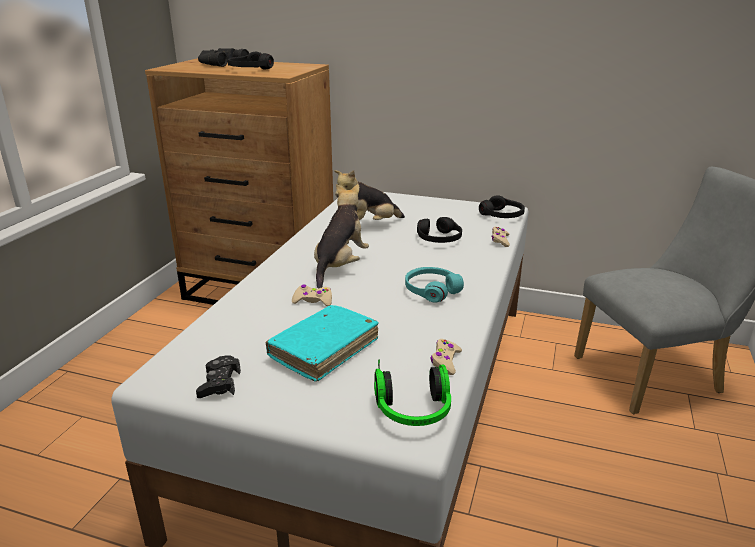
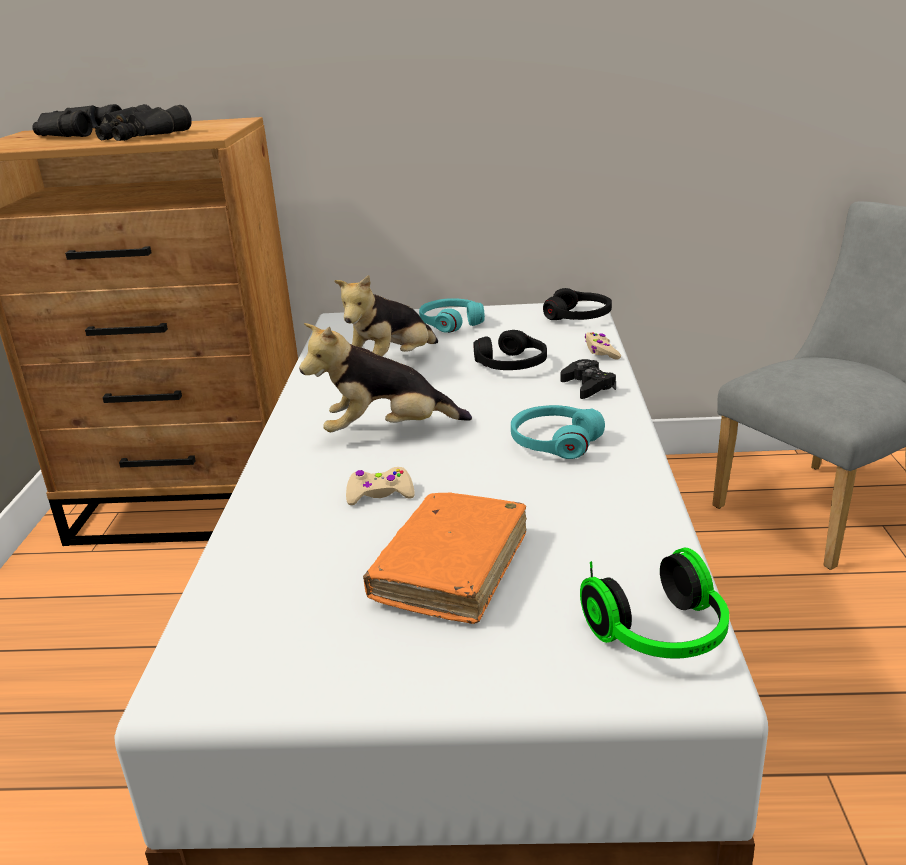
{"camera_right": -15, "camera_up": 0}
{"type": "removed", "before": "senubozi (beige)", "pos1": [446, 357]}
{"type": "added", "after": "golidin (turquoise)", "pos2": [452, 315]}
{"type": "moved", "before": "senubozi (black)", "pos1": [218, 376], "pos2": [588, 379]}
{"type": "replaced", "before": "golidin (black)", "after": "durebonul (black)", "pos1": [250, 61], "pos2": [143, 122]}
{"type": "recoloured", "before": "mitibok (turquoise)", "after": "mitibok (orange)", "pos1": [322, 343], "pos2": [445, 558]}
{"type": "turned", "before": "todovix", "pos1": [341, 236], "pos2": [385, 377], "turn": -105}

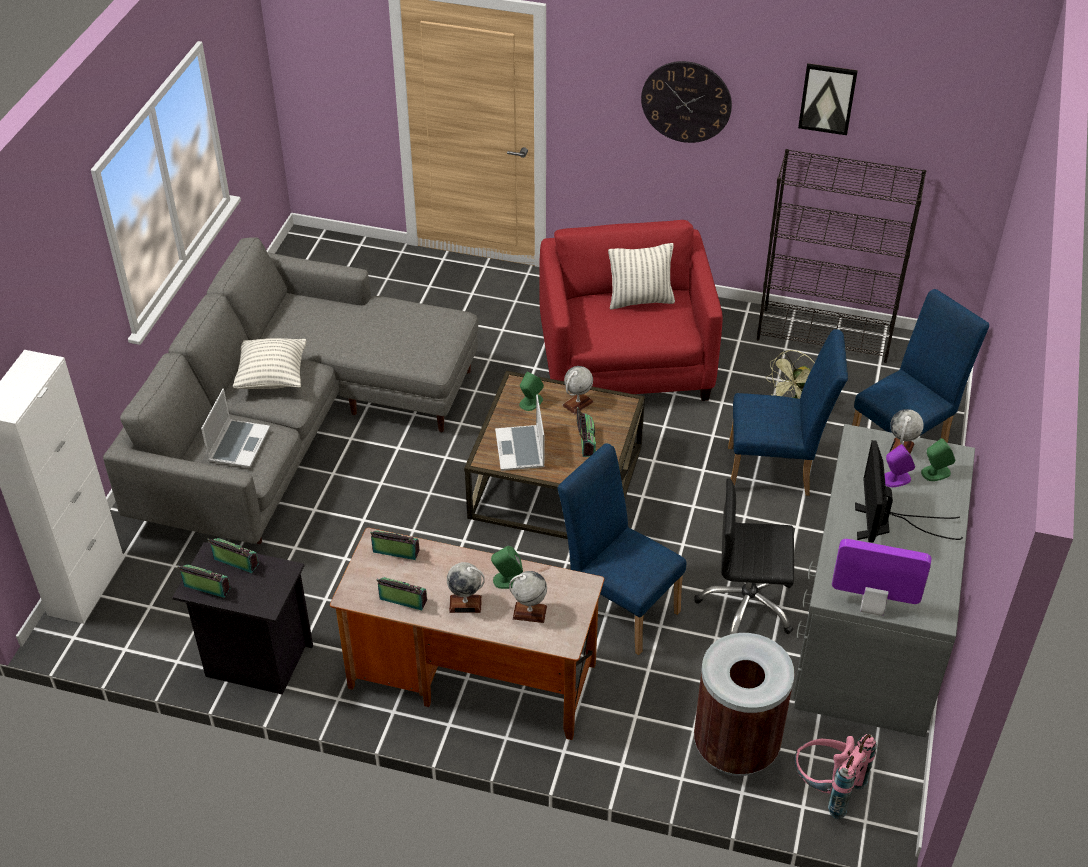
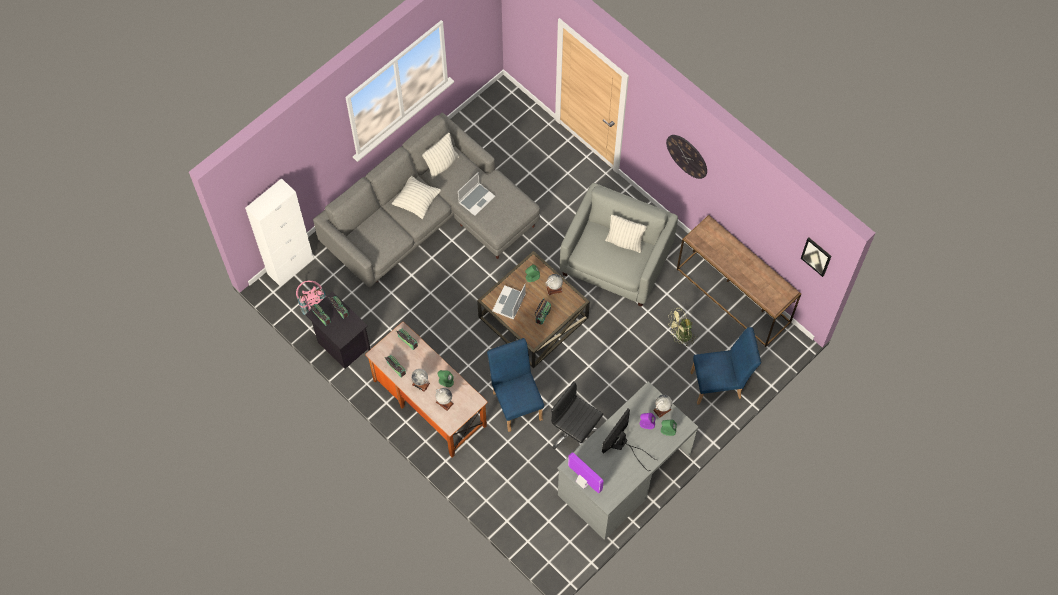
{"camera_right": 30, "camera_up": 20}
{"type": "removed", "before": "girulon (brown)", "pos1": [744, 704]}
{"type": "removed", "before": "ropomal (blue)", "pos1": [788, 412]}
{"type": "added", "after": "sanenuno", "pos2": [440, 156]}
{"type": "moved", "before": "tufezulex", "pos1": [235, 428], "pos2": [476, 194]}
{"type": "moved", "before": "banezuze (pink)", "pos1": [835, 776], "pos2": [311, 297]}
{"type": "moved", "before": "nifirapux", "pos1": [828, 99], "pos2": [816, 257]}
{"type": "replaced", "before": "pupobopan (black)", "after": "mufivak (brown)", "pos1": [841, 256], "pos2": [739, 281]}
{"type": "recoloured", "before": "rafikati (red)", "after": "rafikati (grey)", "pos1": [631, 310], "pos2": [619, 245]}

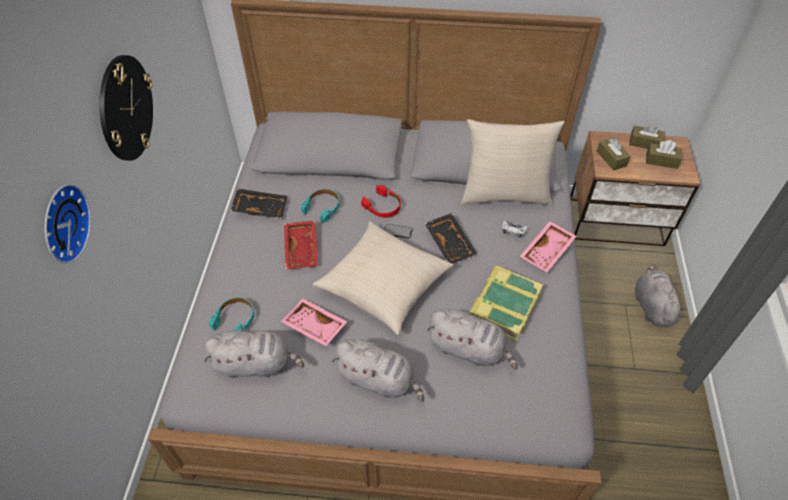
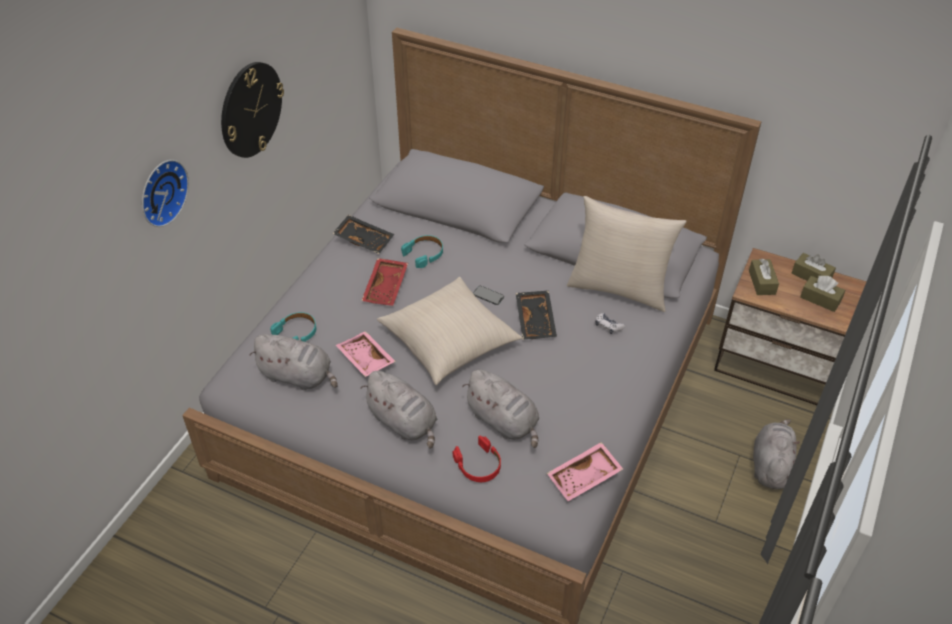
{"camera_right": 20, "camera_up": -5}
{"type": "removed", "before": "mitibok", "pos1": [505, 303]}
{"type": "moved", "before": "golidin (red)", "pos1": [381, 201], "pos2": [477, 459]}
{"type": "moved", "before": "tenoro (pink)", "pos1": [548, 246], "pos2": [585, 471]}

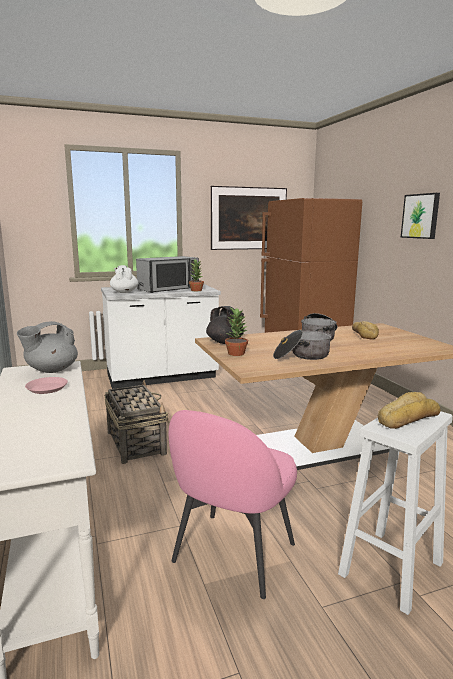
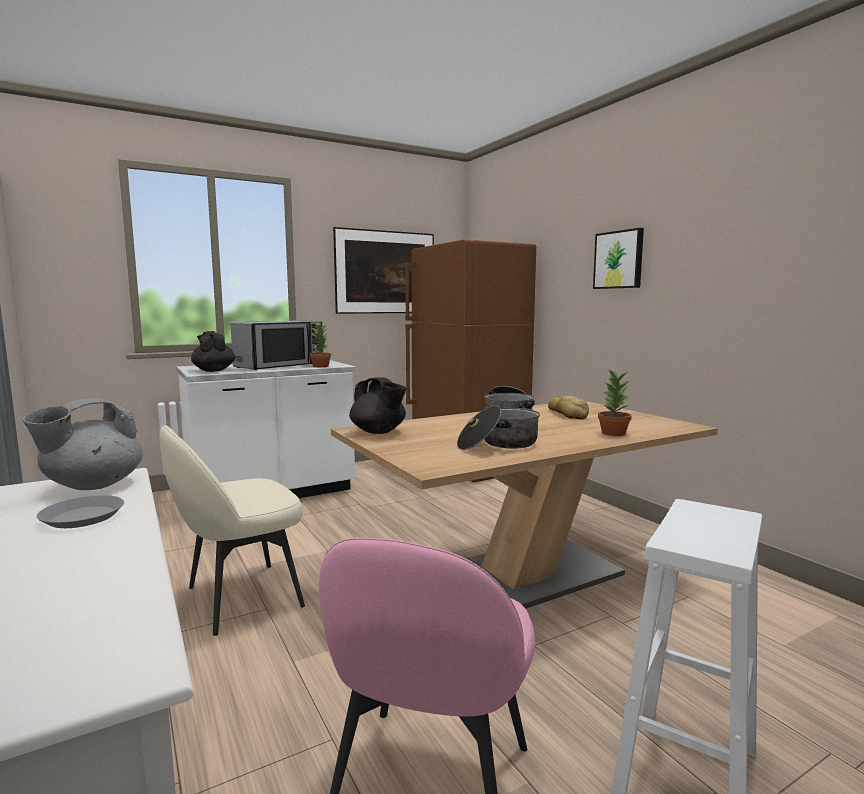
{"camera_right": -10, "camera_up": -5}
{"type": "removed", "before": "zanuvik", "pos1": [409, 410]}
{"type": "moved", "before": "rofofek", "pos1": [236, 332], "pos2": [615, 402]}
{"type": "replaced", "before": "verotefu", "after": "ropomal (beige)", "pos1": [136, 422], "pos2": [232, 530]}
{"type": "recoloured", "before": "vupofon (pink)", "after": "vupofon (grey)", "pos1": [46, 385], "pos2": [80, 511]}
{"type": "recoloured", "before": "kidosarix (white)", "after": "kidosarix (black)", "pos1": [124, 279], "pos2": [213, 351]}

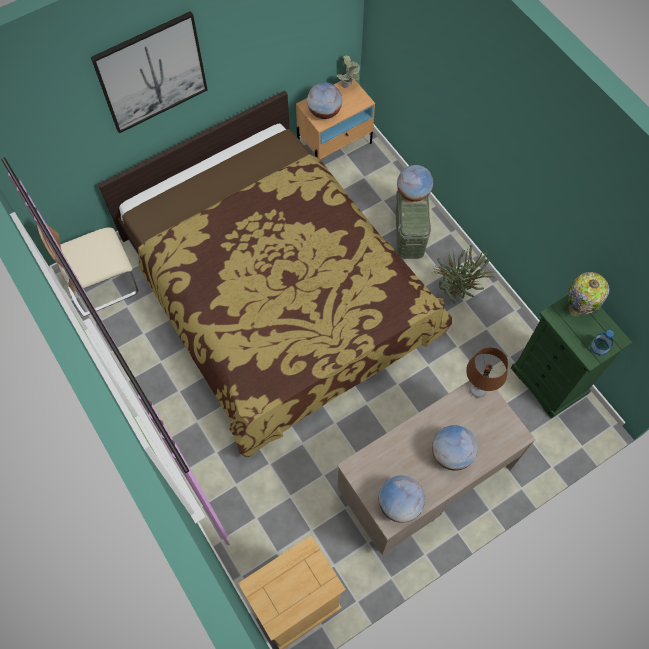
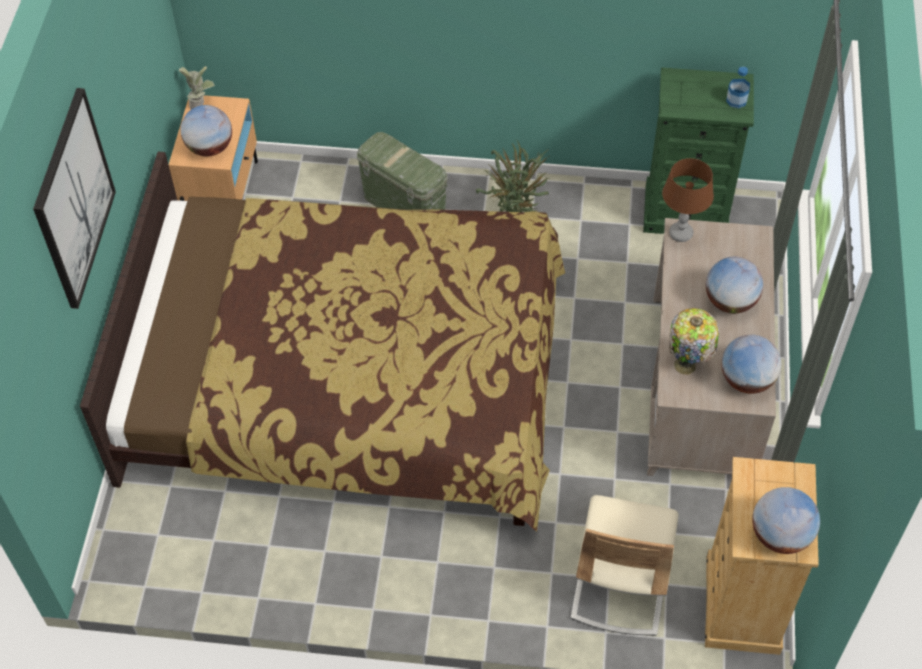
{"camera_right": -50, "camera_up": -10}
{"type": "moved", "before": "ropomal (beige)", "pos1": [87, 270], "pos2": [625, 565]}
{"type": "moved", "before": "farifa", "pos1": [415, 183], "pos2": [786, 520]}
{"type": "moved", "before": "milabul", "pos1": [588, 294], "pos2": [694, 341]}

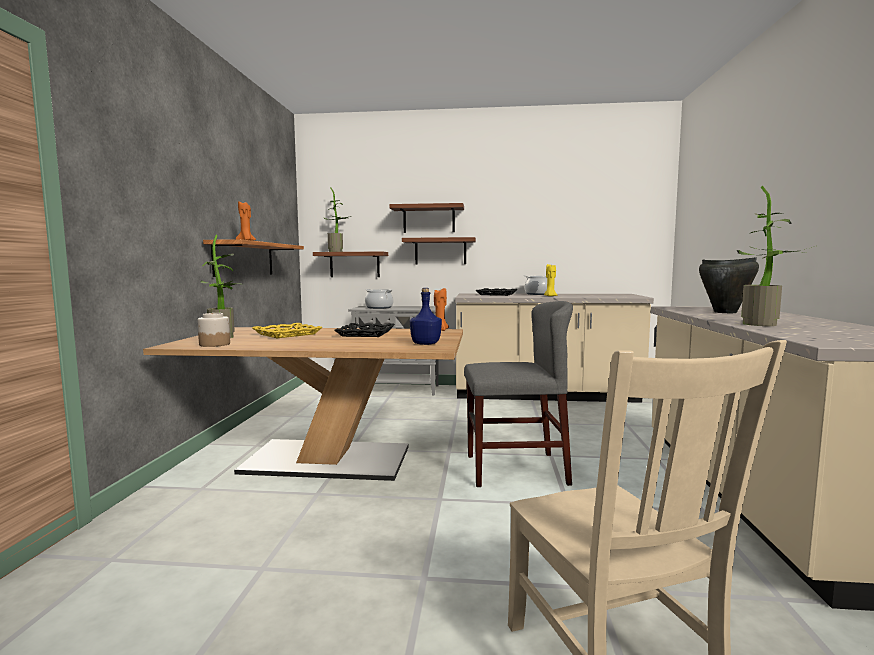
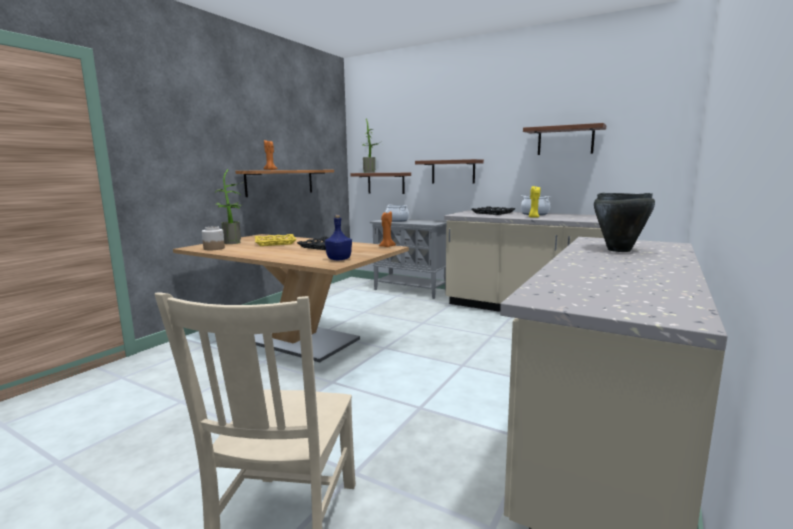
{"camera_right": 25, "camera_up": 5}
{"type": "removed", "before": "ropomal (grey)", "pos1": [518, 394]}
{"type": "removed", "before": "rofofek", "pos1": [776, 256]}
{"type": "moved", "before": "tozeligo", "pos1": [426, 218], "pos2": [564, 139]}

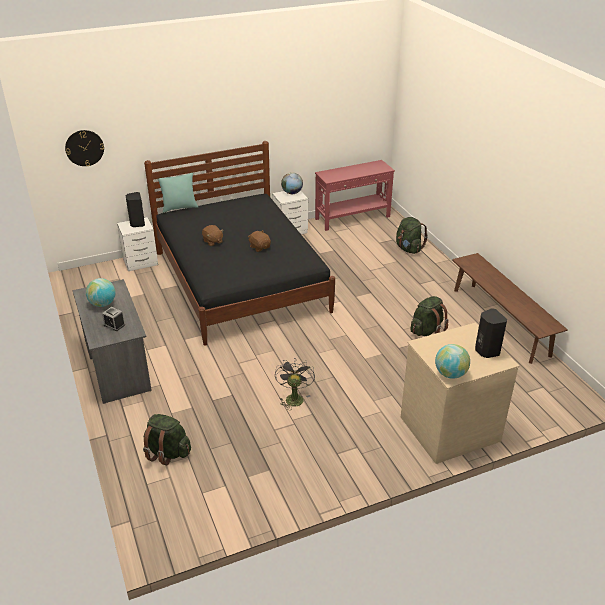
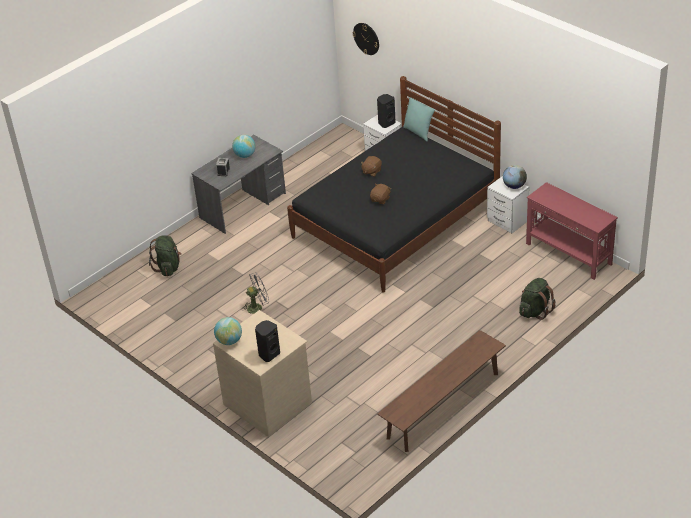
{"camera_right": 70, "camera_up": 5}
{"type": "removed", "before": "banezuze (green)", "pos1": [429, 316]}

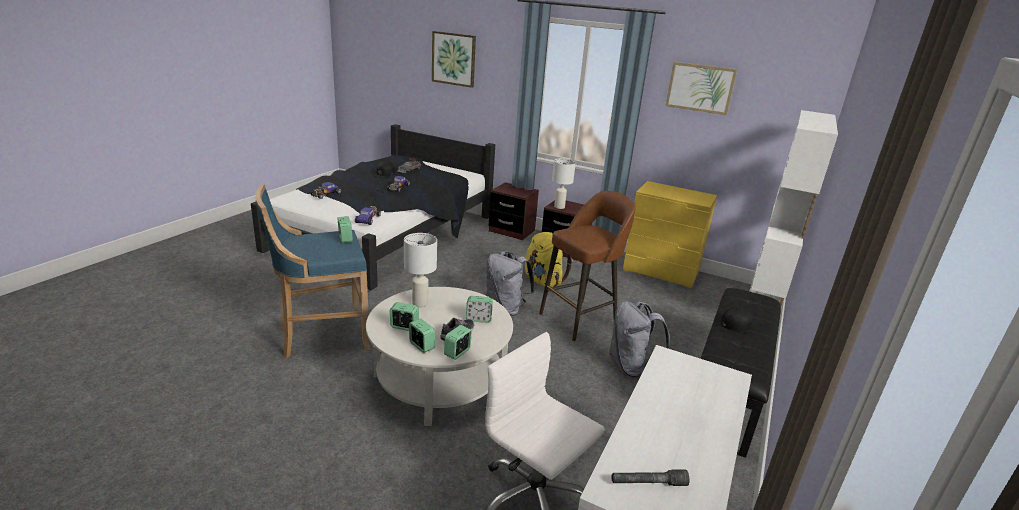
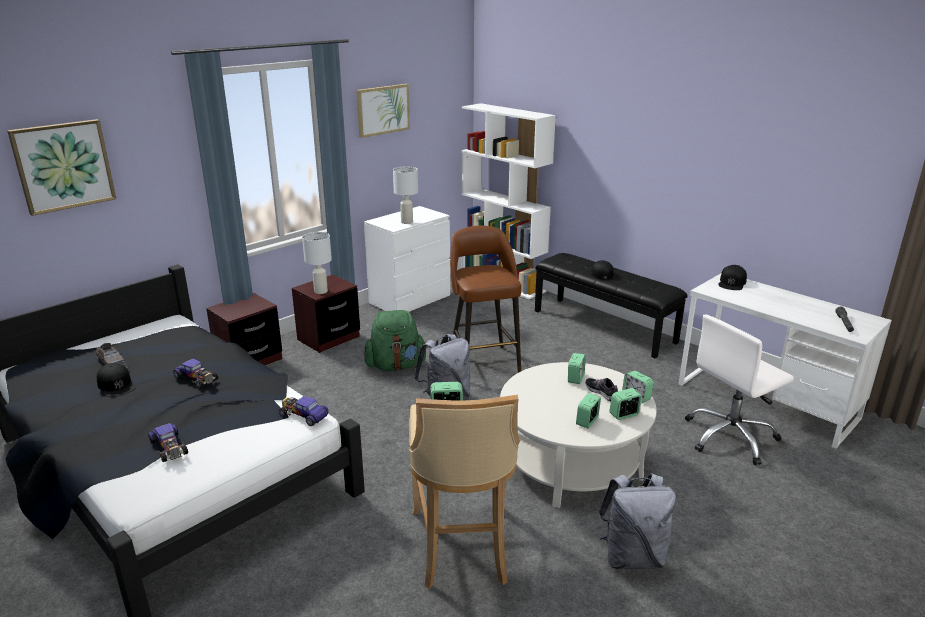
{"camera_right": -70, "camera_up": 0}
{"type": "added", "after": "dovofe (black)", "pos2": [732, 277]}
{"type": "moved", "before": "milabul (white)", "pos1": [420, 270], "pos2": [405, 195]}
{"type": "moved", "before": "banezuze (grey)", "pos1": [639, 339], "pos2": [637, 521]}
{"type": "recoloured", "before": "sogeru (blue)", "after": "sogeru (beige)", "pos1": [313, 271], "pos2": [464, 492]}
{"type": "recoloured", "before": "banezuze (yellow)", "after": "banezuze (green)", "pos1": [549, 259], "pos2": [396, 340]}
{"type": "recoloured", "before": "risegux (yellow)", "after": "risegux (white)", "pos1": [670, 234], "pos2": [407, 259]}

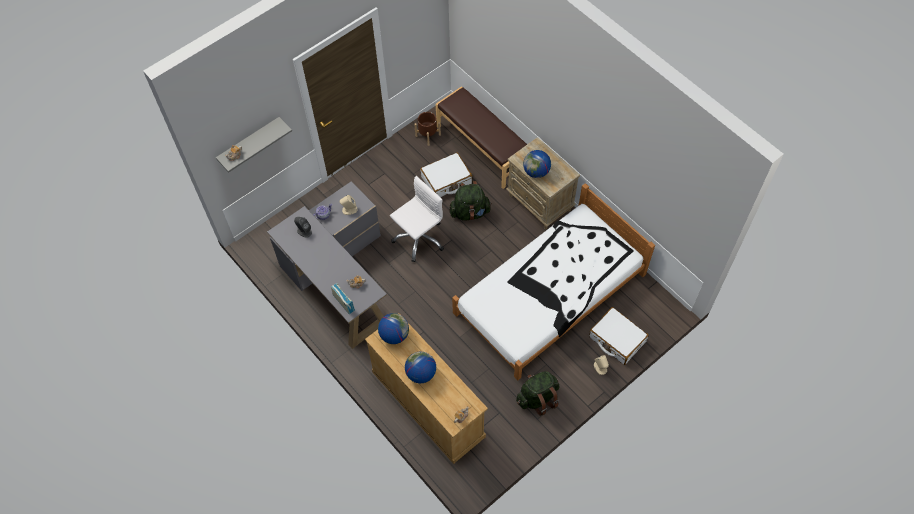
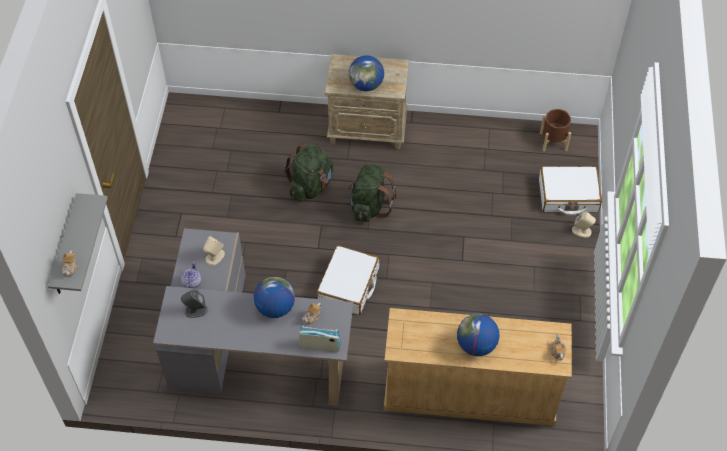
{"camera_right": -45, "camera_up": -5}
{"type": "removed", "before": "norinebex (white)", "pos1": [417, 219]}
{"type": "removed", "before": "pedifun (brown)", "pos1": [481, 137]}
{"type": "removed", "before": "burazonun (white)", "pos1": [553, 281]}
{"type": "moved", "before": "farifa", "pos1": [393, 328], "pos2": [274, 297]}
{"type": "moved", "before": "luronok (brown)", "pos1": [427, 129], "pos2": [555, 130]}
{"type": "moved", "before": "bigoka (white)", "pos1": [446, 174], "pos2": [347, 280]}
{"type": "moved", "before": "banezuze (green)", "pos1": [537, 393], "pos2": [372, 193]}

